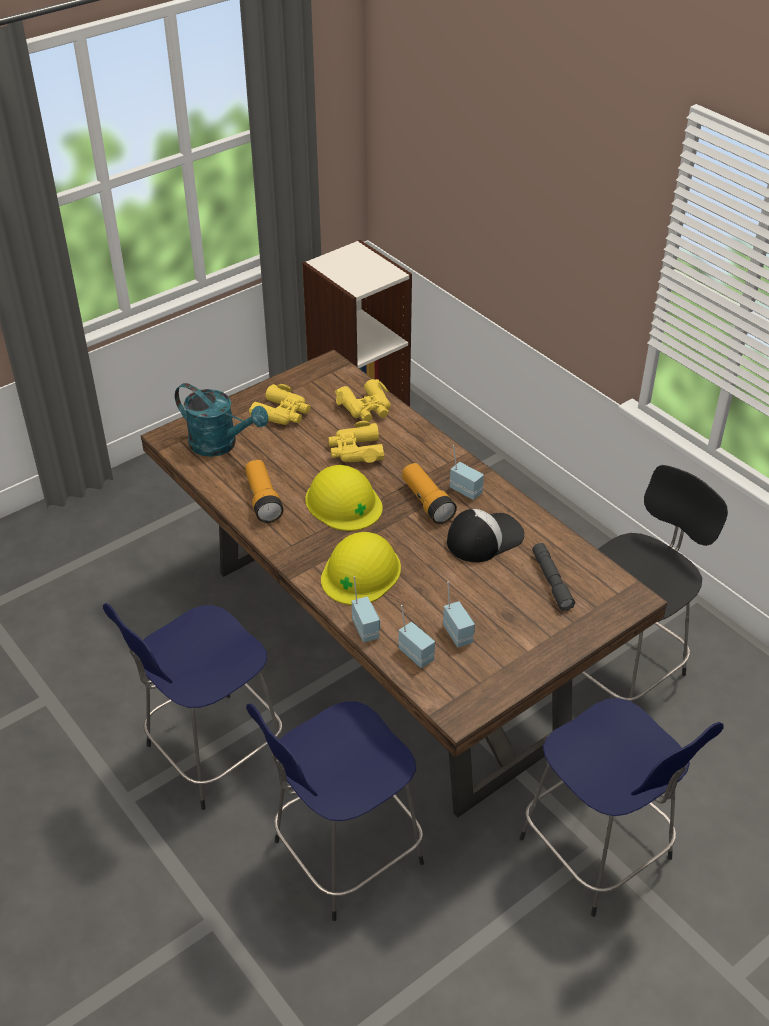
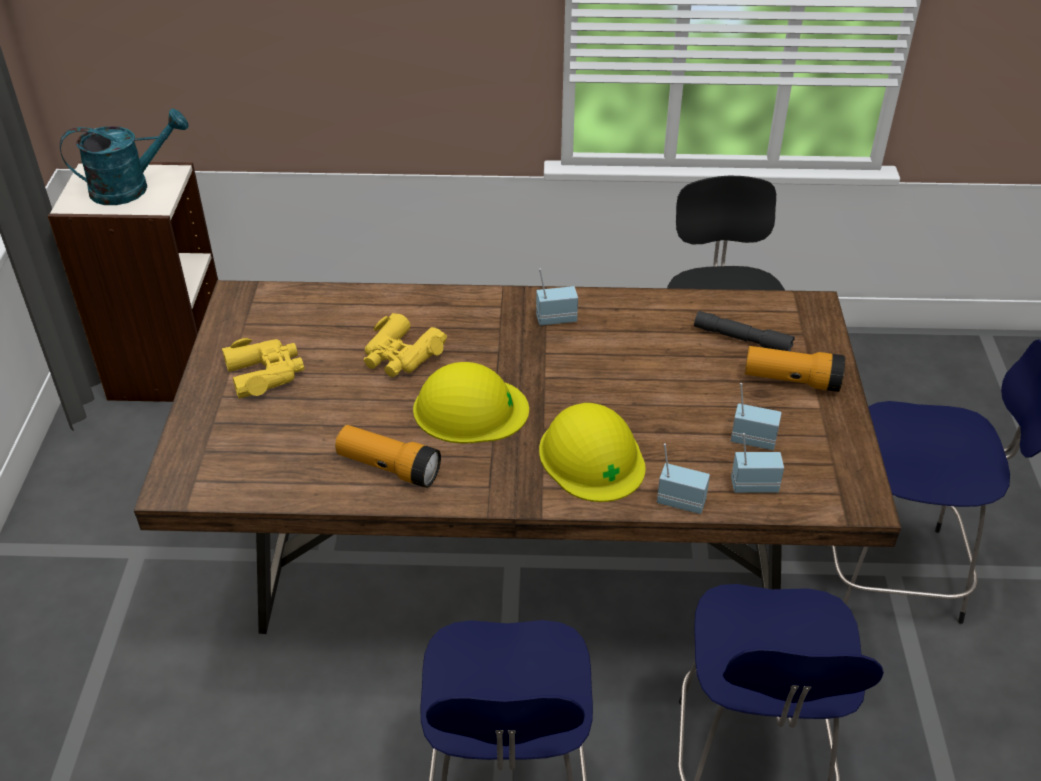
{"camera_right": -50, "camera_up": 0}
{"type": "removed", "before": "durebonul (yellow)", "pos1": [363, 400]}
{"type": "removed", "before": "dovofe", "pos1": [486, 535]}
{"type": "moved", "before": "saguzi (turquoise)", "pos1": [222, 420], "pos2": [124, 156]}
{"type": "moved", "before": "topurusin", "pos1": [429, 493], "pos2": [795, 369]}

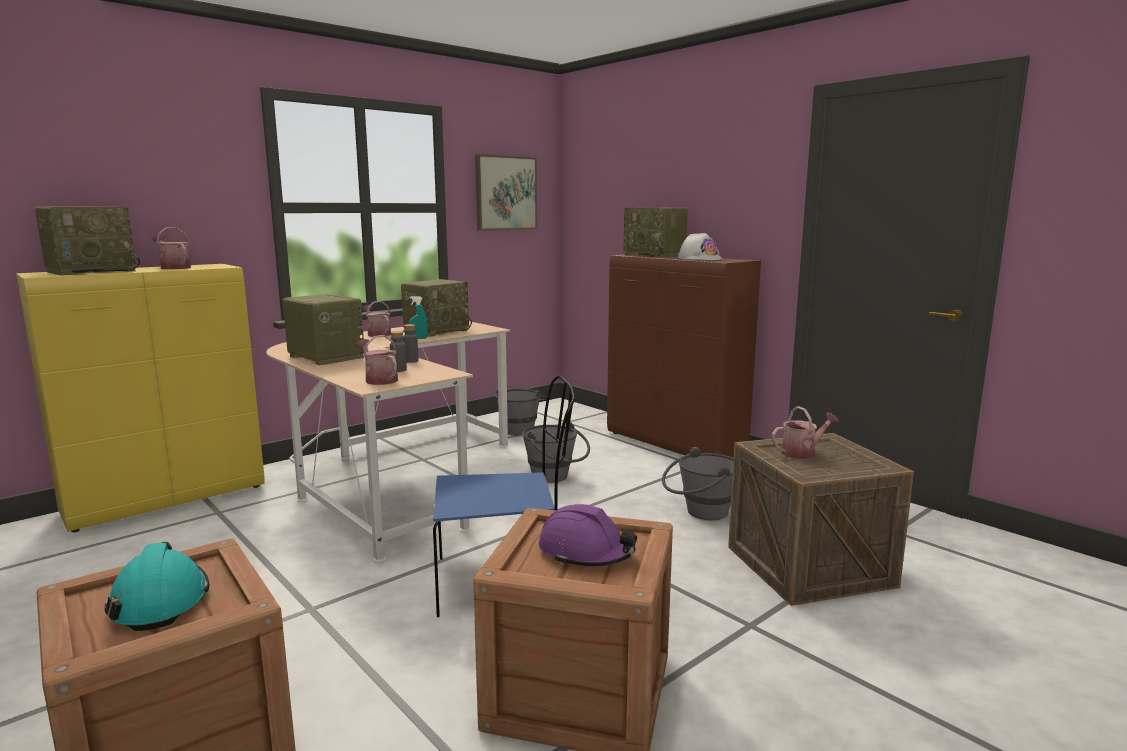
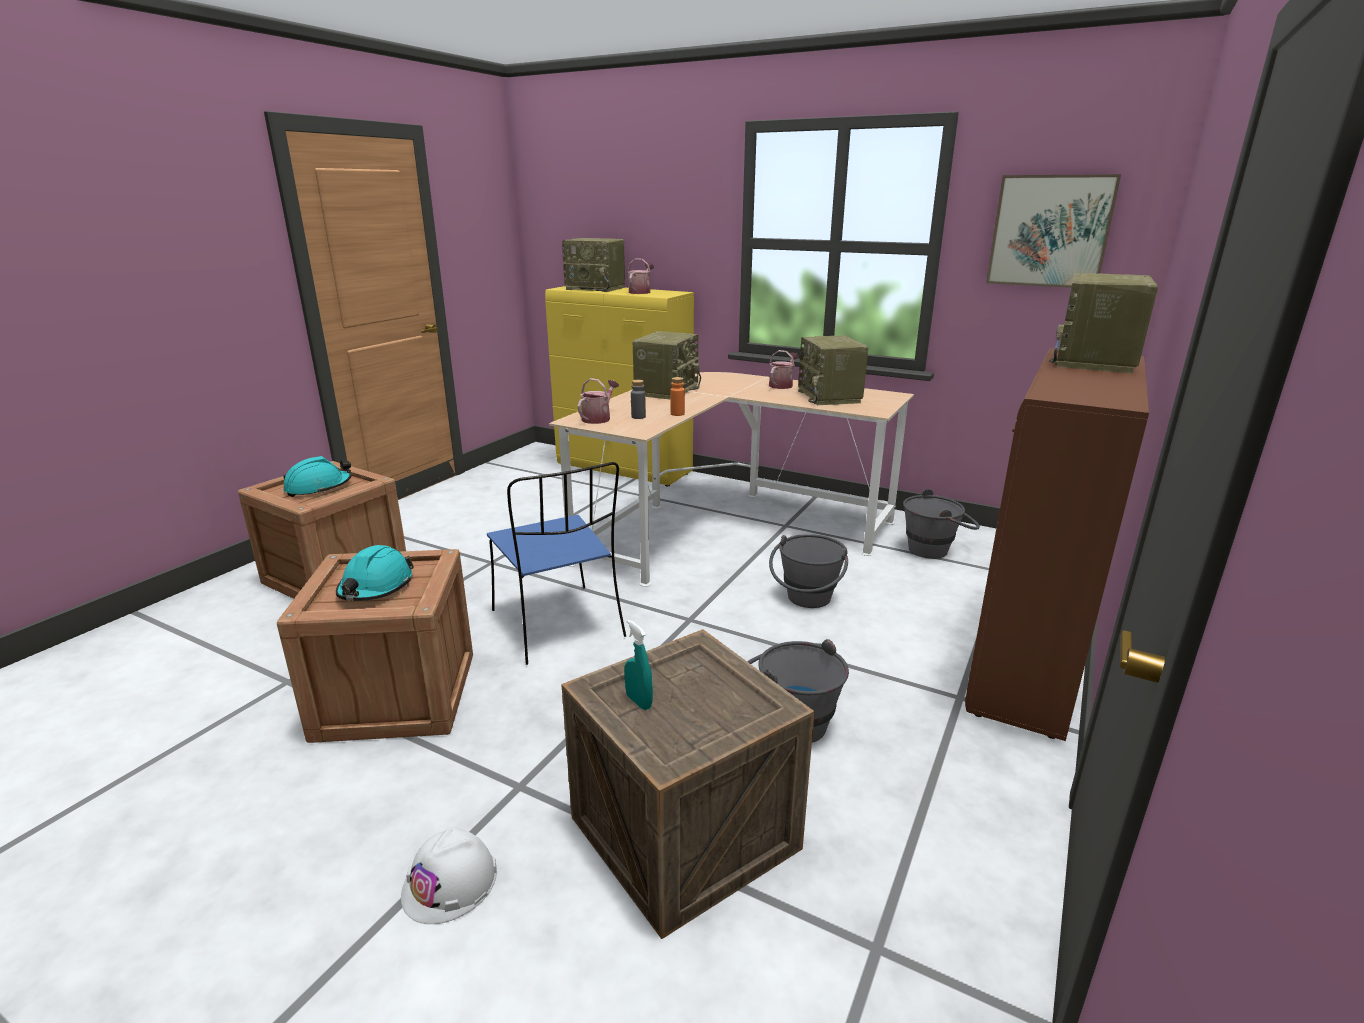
{"camera_right": 70, "camera_up": 10}
{"type": "removed", "before": "saguzi", "pos1": [805, 432]}
{"type": "moved", "before": "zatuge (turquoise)", "pos1": [418, 317], "pos2": [638, 665]}
{"type": "moved", "before": "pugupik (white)", "pos1": [700, 246], "pos2": [449, 875]}
{"type": "recoloured", "before": "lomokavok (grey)", "after": "lomokavok (orange)", "pos1": [411, 343], "pos2": [677, 396]}
{"type": "recoloured", "before": "pugupik (purple)", "after": "pugupik (turquoise)", "pos1": [587, 535], "pos2": [375, 573]}
{"type": "turned", "before": "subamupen", "pos1": [436, 308], "pos2": [833, 370], "turn": 60}

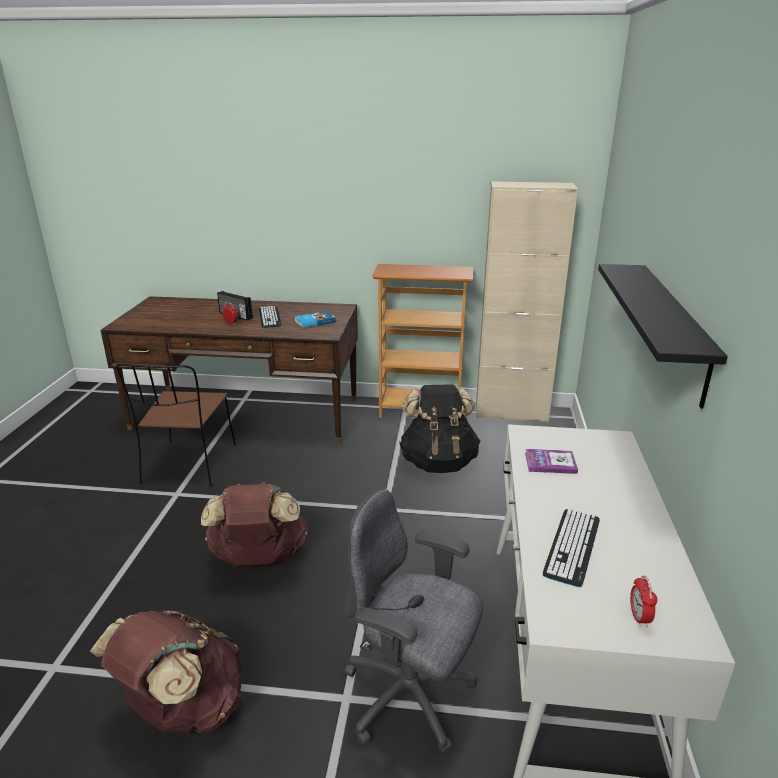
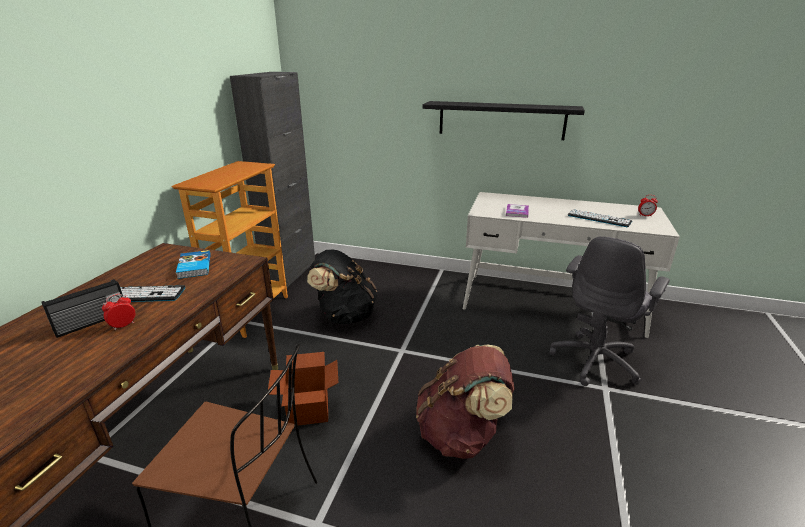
{"camera_right": -80, "camera_up": 0}
{"type": "removed", "before": "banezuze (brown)", "pos1": [166, 673]}
{"type": "added", "after": "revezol", "pos2": [303, 388]}
{"type": "recoloured", "before": "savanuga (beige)", "after": "savanuga (black)", "pos1": [527, 301], "pos2": [272, 180]}

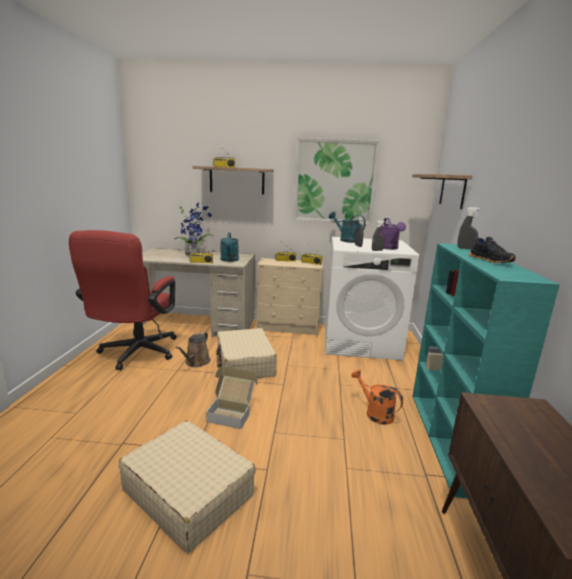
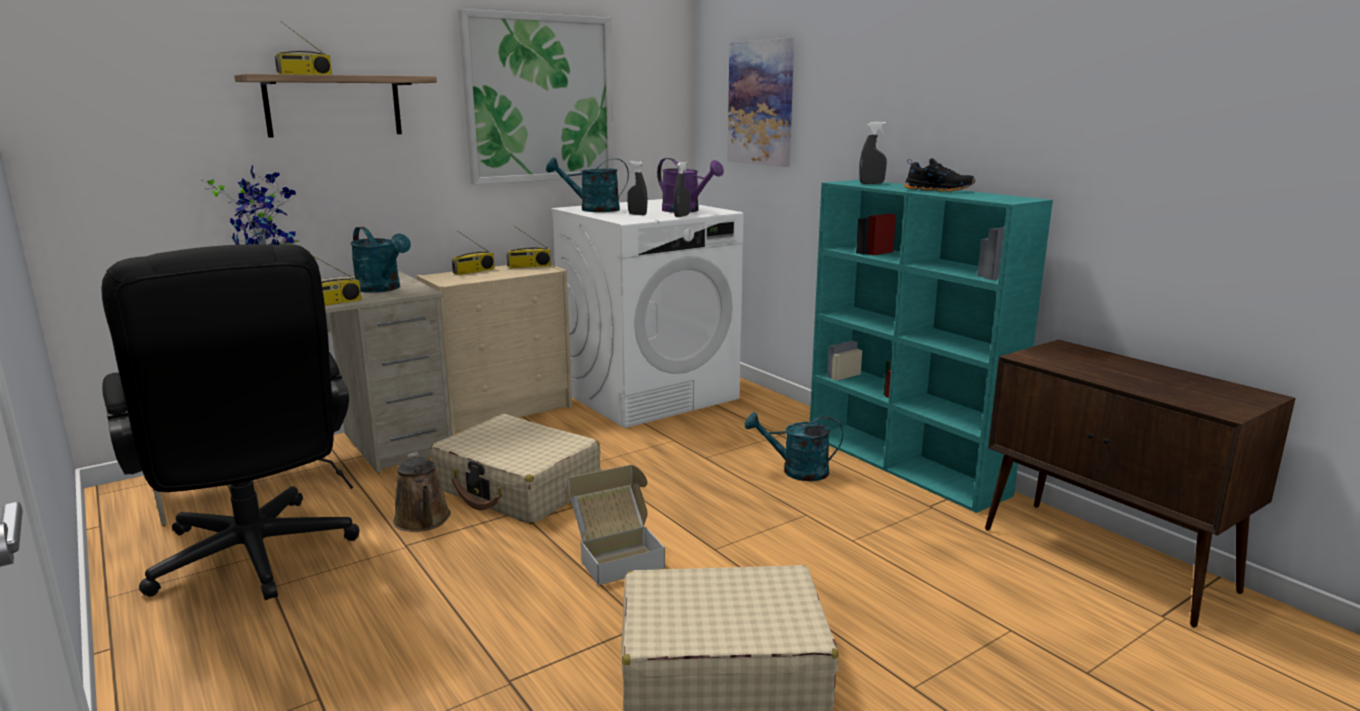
{"camera_right": -40, "camera_up": 0}
{"type": "replaced", "before": "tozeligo", "after": "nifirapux", "pos1": [442, 191], "pos2": [760, 102]}
{"type": "recoloured", "before": "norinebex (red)", "after": "norinebex (black)", "pos1": [123, 300], "pos2": [230, 422]}
{"type": "recoloured", "before": "saguzi (orange)", "after": "saguzi (turquoise)", "pos1": [377, 397], "pos2": [793, 446]}

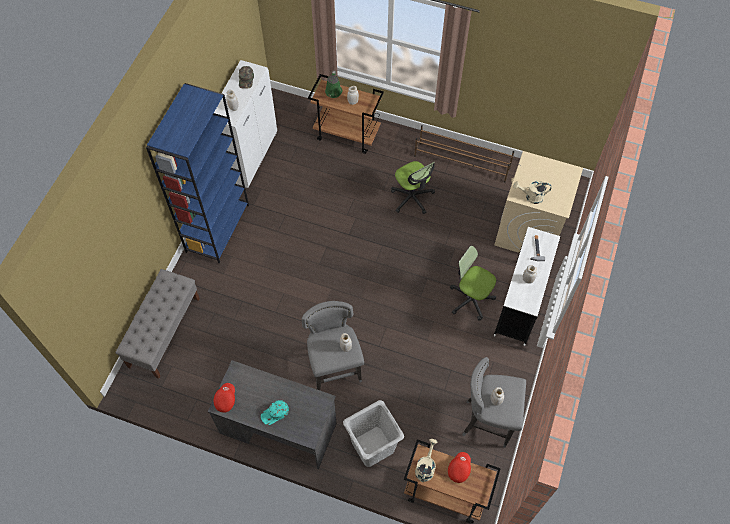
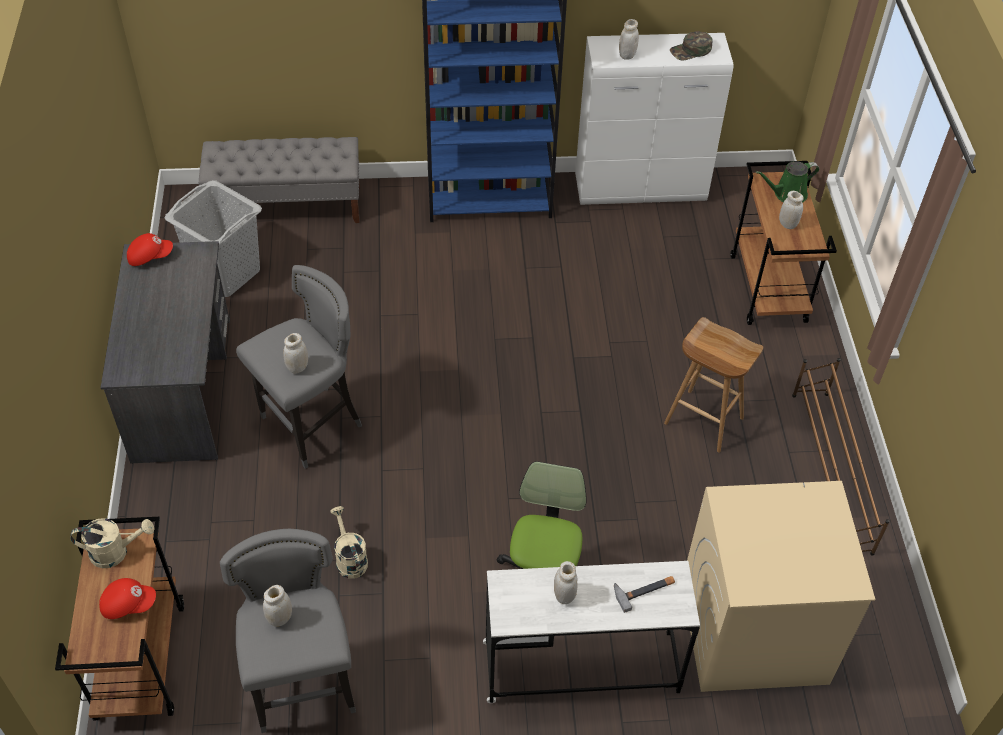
{"camera_right": 65, "camera_up": -10}
{"type": "removed", "before": "dovofe (turquoise)", "pos1": [275, 412]}
{"type": "moved", "before": "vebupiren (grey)", "pos1": [373, 433], "pos2": [213, 238]}
{"type": "moved", "before": "saguzi (beige)", "pos1": [532, 192], "pos2": [349, 542]}
{"type": "replaced", "before": "norinebex", "after": "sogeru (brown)", "pos1": [413, 187], "pos2": [713, 385]}

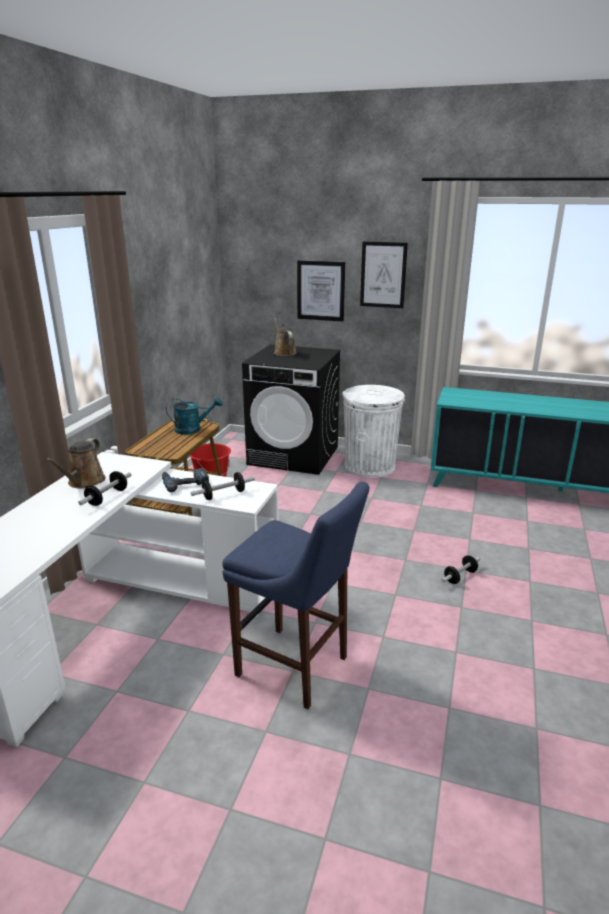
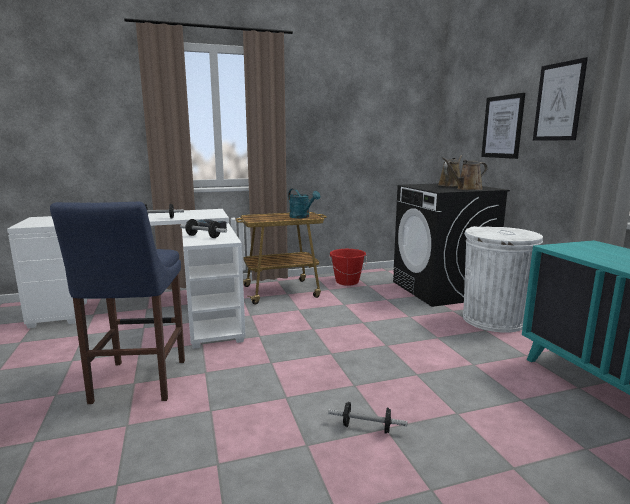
{"camera_right": 55, "camera_up": -10}
{"type": "moved", "before": "saguzi (brown)", "pos1": [75, 463], "pos2": [465, 173]}

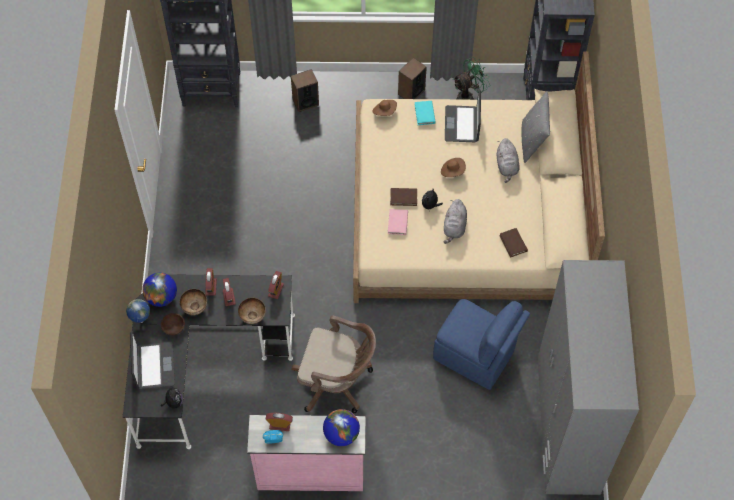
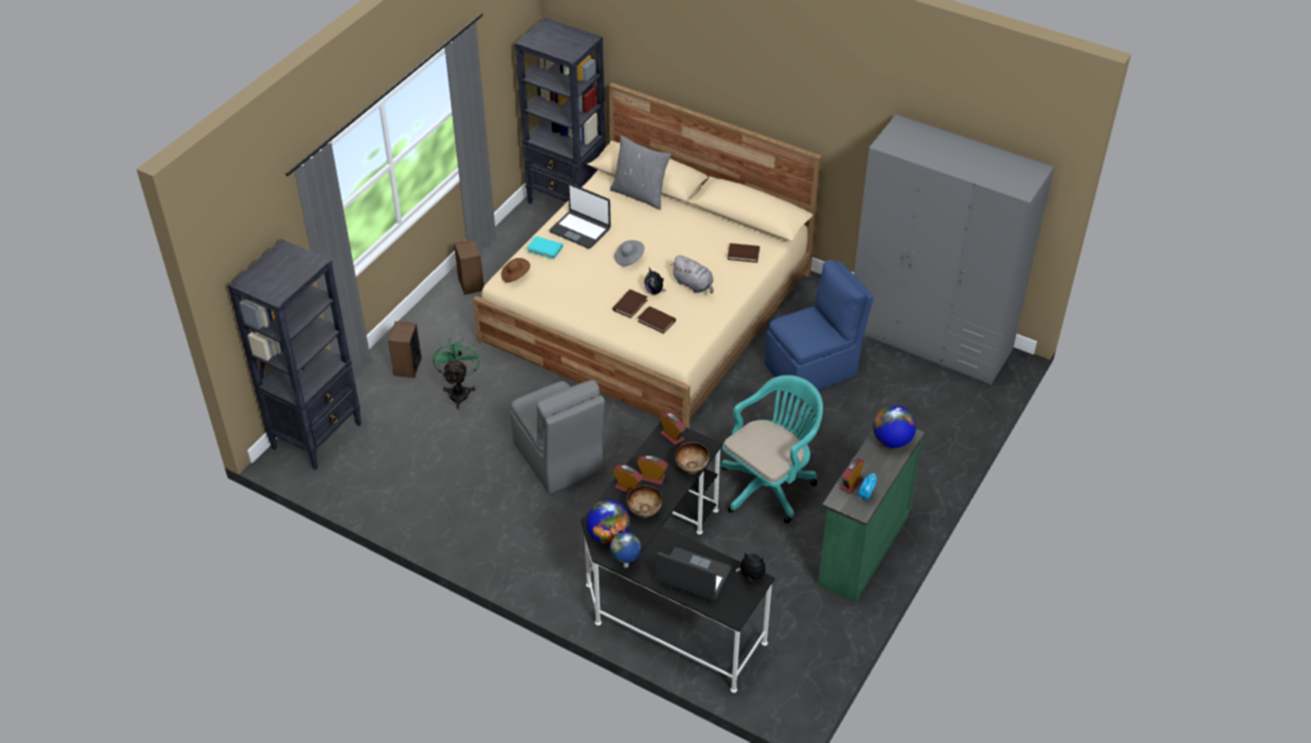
{"camera_right": -60, "camera_up": -15}
{"type": "removed", "before": "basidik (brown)", "pos1": [173, 324]}
{"type": "removed", "before": "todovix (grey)", "pos1": [508, 160]}
{"type": "added", "after": "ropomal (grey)", "pos2": [557, 436]}
{"type": "moved", "before": "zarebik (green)", "pos1": [471, 78], "pos2": [456, 373]}
{"type": "recoloured", "before": "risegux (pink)", "after": "risegux (green)", "pos1": [306, 453], "pos2": [871, 516]}
{"type": "recoloured", "before": "norinebex (brown)", "after": "norinebex (turquoise)", "pos1": [333, 364], "pos2": [771, 449]}
{"type": "recoloured", "before": "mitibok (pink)", "after": "mitibok (brown)", "pos1": [398, 222], "pos2": [657, 320]}
{"type": "recoloured", "before": "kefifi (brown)", "after": "kefifi (grey)", "pos1": [453, 167], "pos2": [630, 253]}

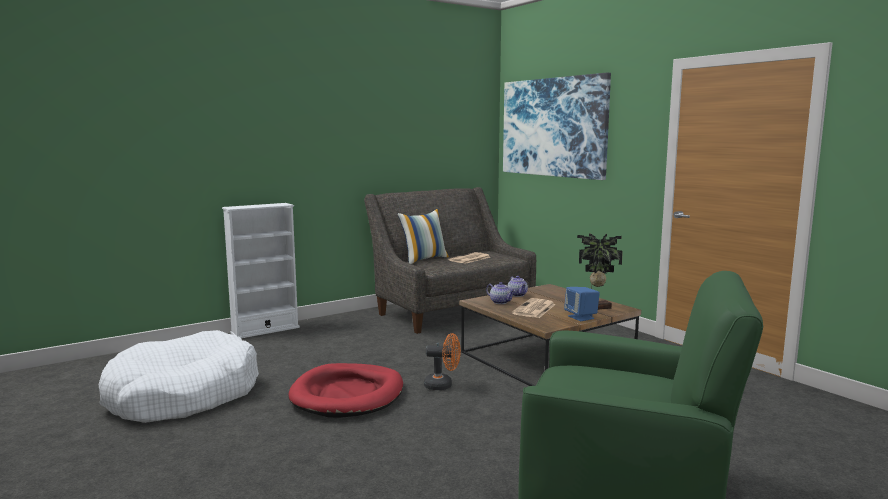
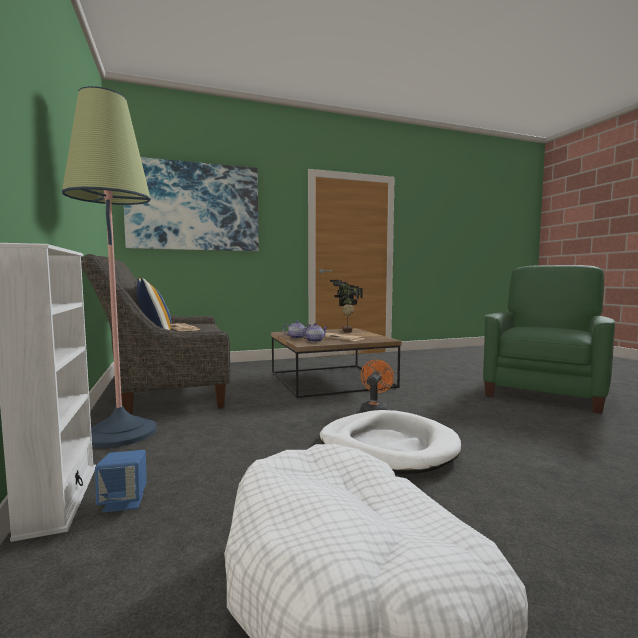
{"camera_right": -75, "camera_up": -5}
{"type": "added", "after": "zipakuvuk", "pos2": [109, 267]}
{"type": "moved", "before": "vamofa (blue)", "pos1": [582, 304], "pos2": [121, 481]}
{"type": "recoloured", "before": "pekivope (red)", "after": "pekivope (white)", "pos1": [345, 390], "pos2": [390, 442]}

